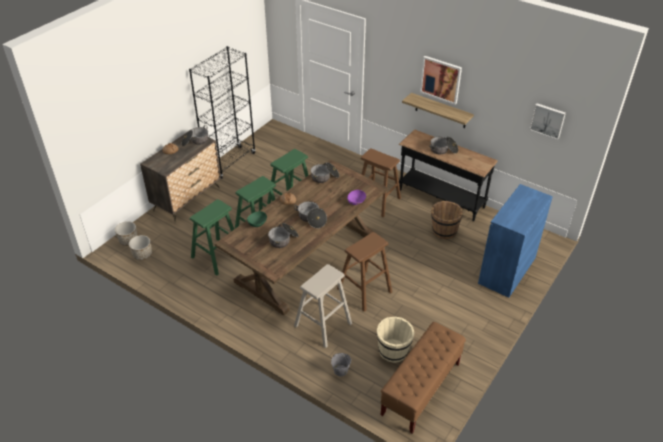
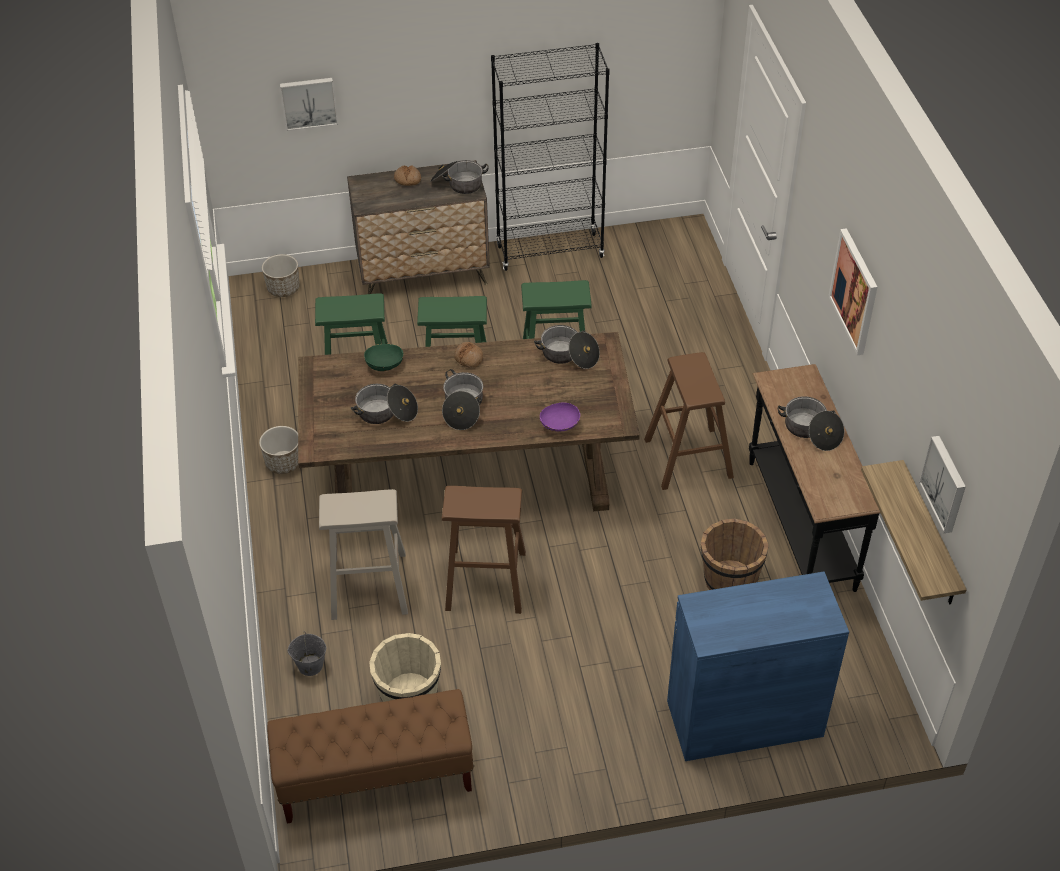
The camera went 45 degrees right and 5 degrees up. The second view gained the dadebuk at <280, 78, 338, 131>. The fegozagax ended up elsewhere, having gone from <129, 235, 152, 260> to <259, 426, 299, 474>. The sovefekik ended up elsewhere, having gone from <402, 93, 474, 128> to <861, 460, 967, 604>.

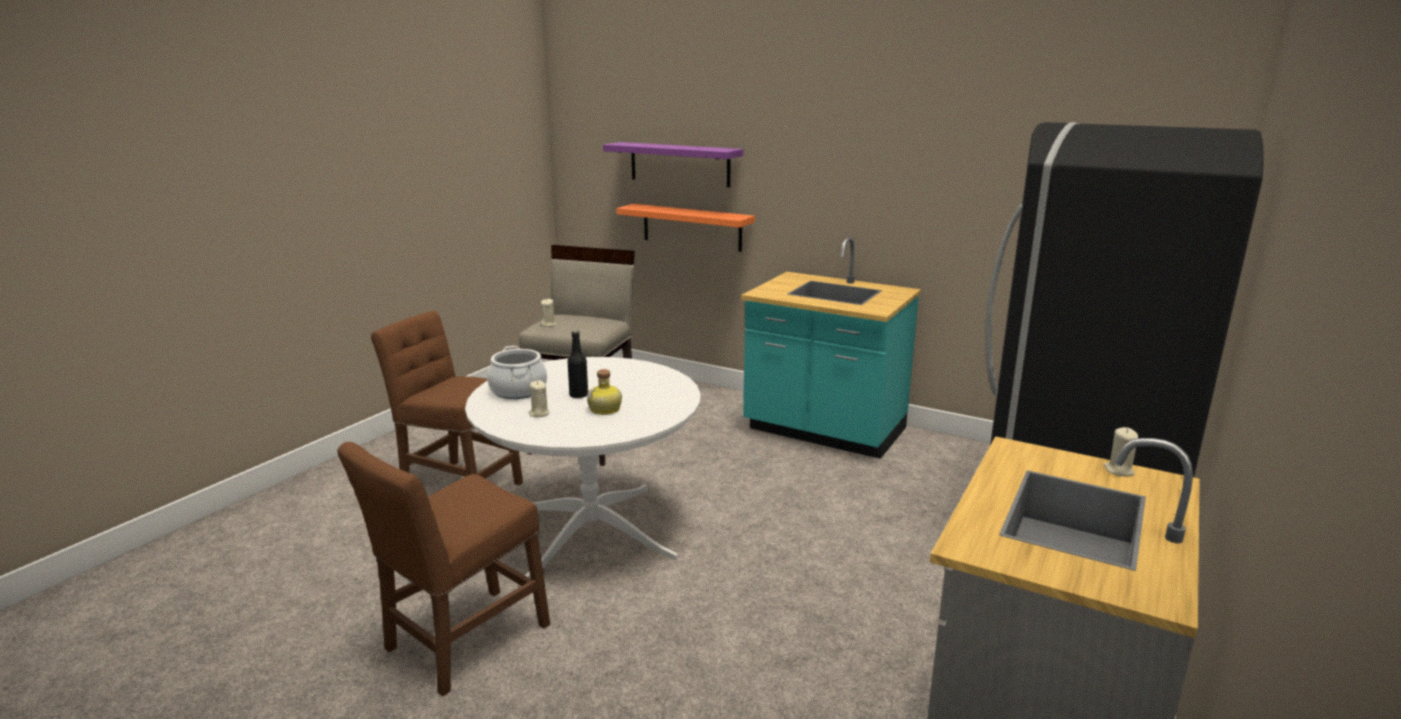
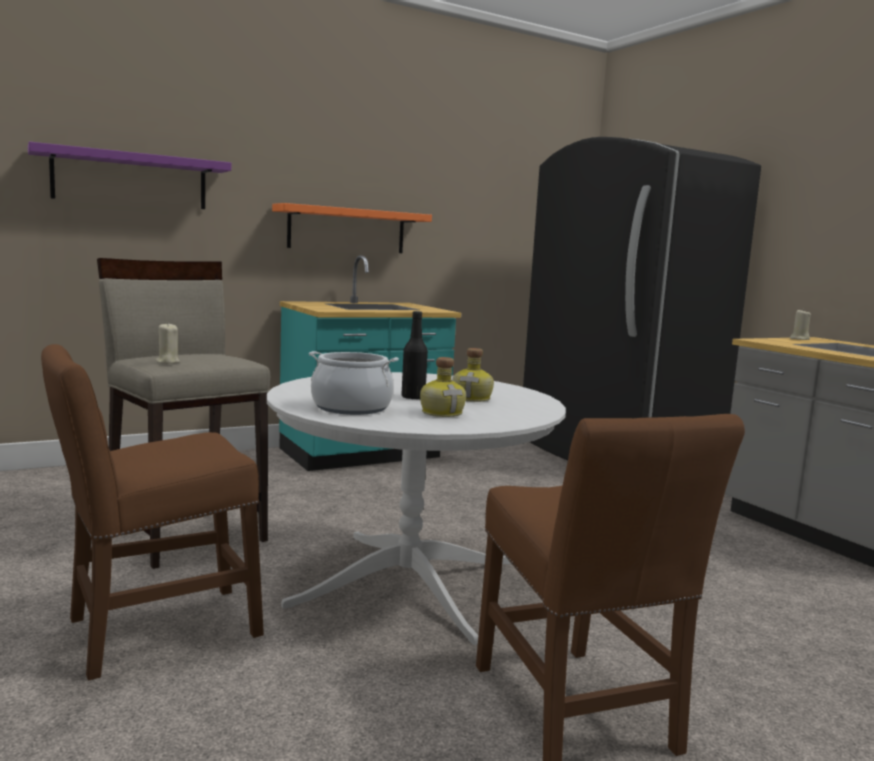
The camera went 60 degrees left and 10 degrees down. The sovefekik (orange) ended up elsewhere, having gone from <616, 204, 755, 252> to <272, 203, 432, 253>. Where the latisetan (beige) stood at <529, 380, 549, 417>, the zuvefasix came to stand at <420, 357, 466, 417>.

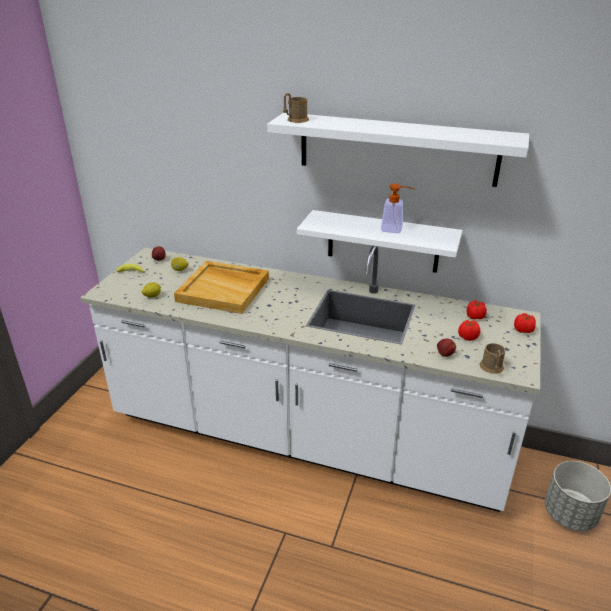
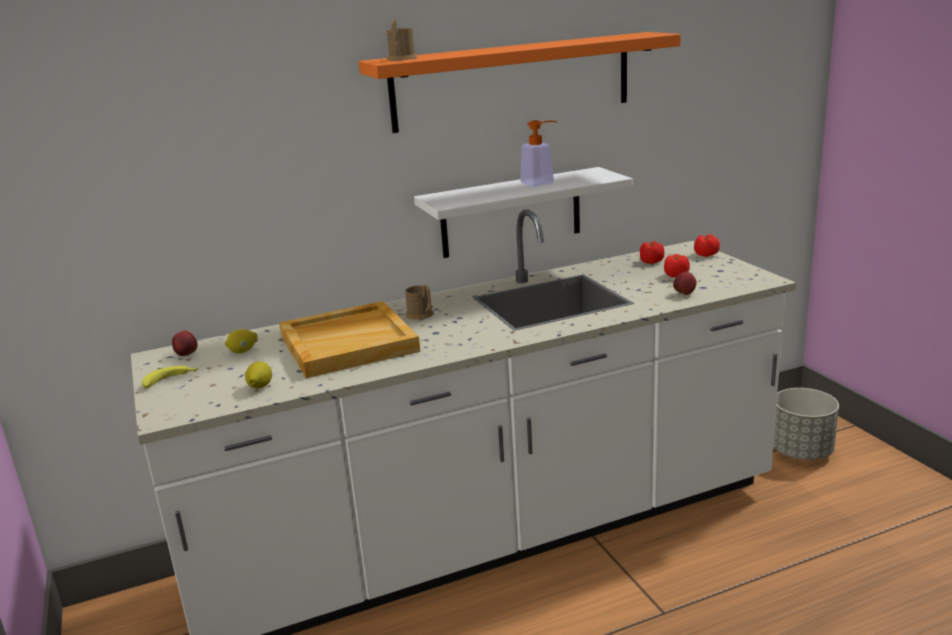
The camera went 40 degrees left and 10 degrees down. The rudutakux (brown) ended up elsewhere, having gone from <479, 343, 506, 374> to <405, 284, 434, 320>. What was the sovefekik (white) at <267, 113, 529, 187> turned into the sovefekik (orange) at <359, 32, 681, 133>.

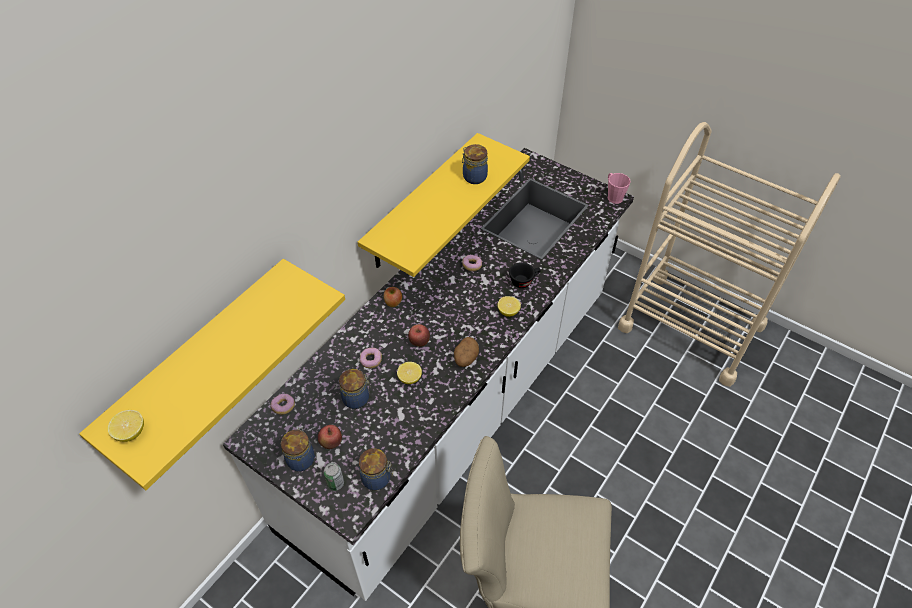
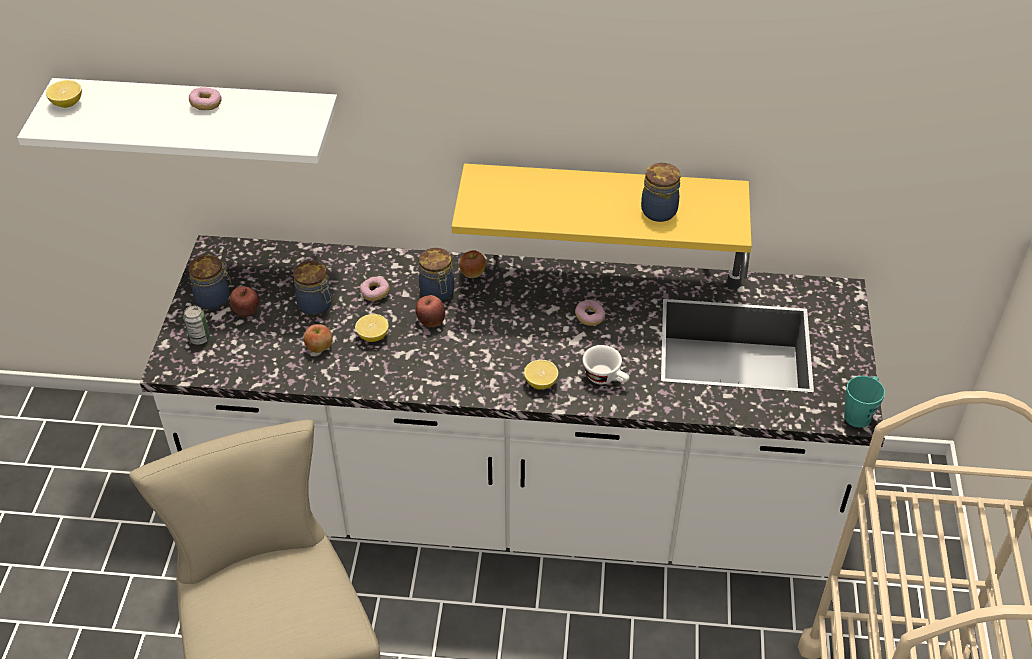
The camera went 60 degrees right and 5 degrees down. The second view lost the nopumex at <454, 337, 479, 367>. The second view gained the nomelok at <304, 324, 332, 353>. The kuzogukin ended up elsewhere, having gone from <271, 394, 295, 415> to <189, 87, 222, 110>. The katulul ended up elsewhere, having gone from <359, 448, 393, 491> to <419, 248, 454, 301>. What was the sovefekik (yellow) at <79, 259, 345, 490> turned into the sovefekik (white) at <17, 78, 338, 164>. What was the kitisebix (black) at <509, 262, 541, 288> turned into the kitisebix (white) at <583, 345, 630, 384>. What was the rudutakux (pink) at <608, 173, 631, 204> turned into the rudutakux (turquoise) at <844, 376, 885, 428>.

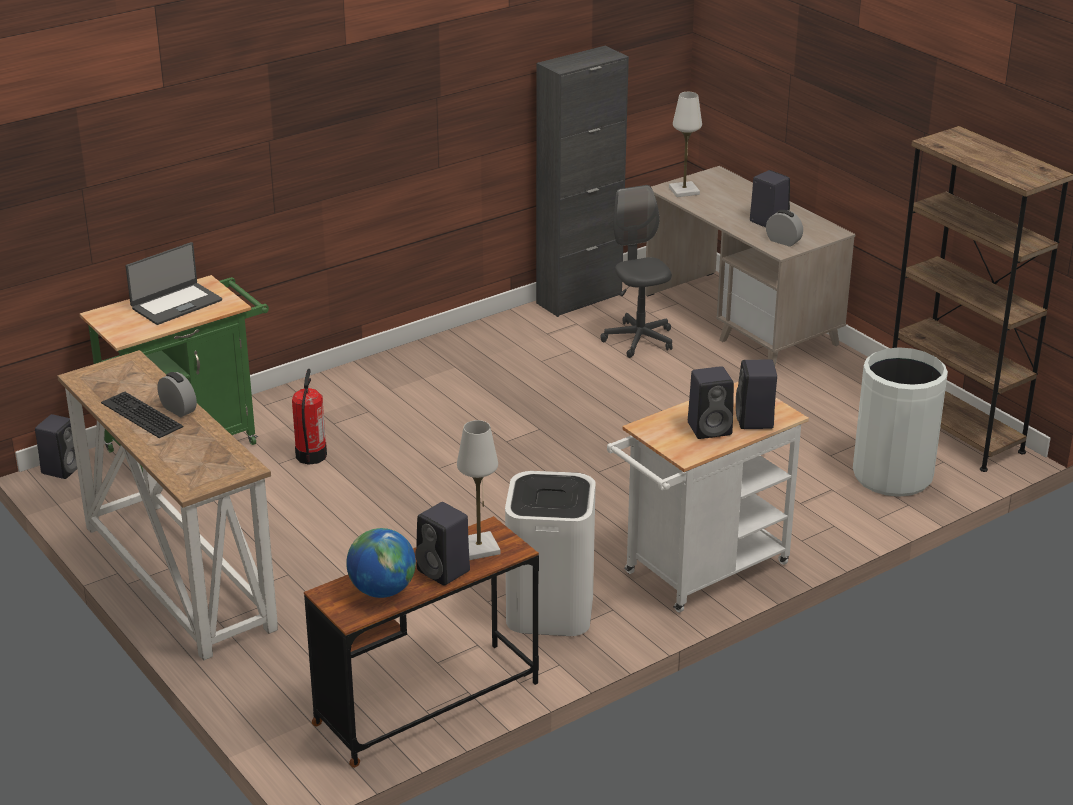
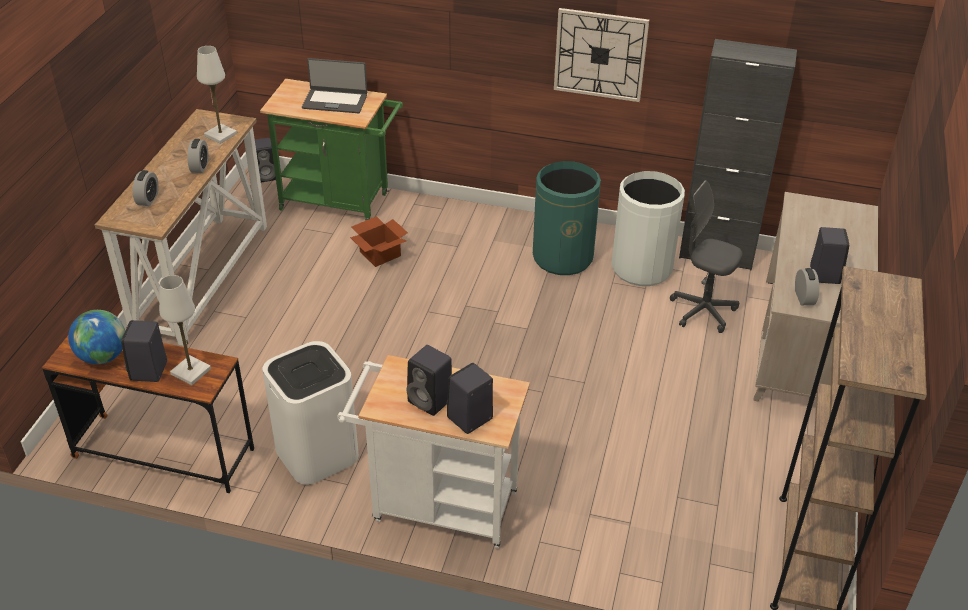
The camera went 50 degrees right and 10 degrees up. The second view lost the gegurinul at <101, 392, 183, 438>. The second view gained the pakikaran at <133, 170, 159, 206>. The second view gained the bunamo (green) at <533, 161, 601, 275>. The second view gained the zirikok at <554, 8, 649, 102>. The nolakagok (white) ended up elsewhere, having gone from <669, 92, 702, 197> to <197, 46, 237, 144>. The bunamo (white) ended up elsewhere, having gone from <853, 347, 948, 497> to <611, 171, 685, 286>. Where the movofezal stood at <292, 369, 327, 465>, the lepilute came to stand at <350, 216, 408, 267>. The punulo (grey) at <600, 185, 673, 358> ended up facing another way, 90 degrees counterclockwise from before.

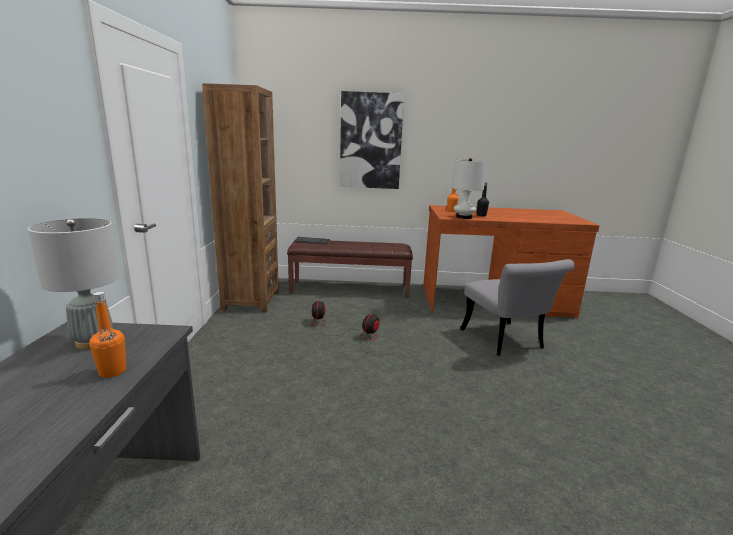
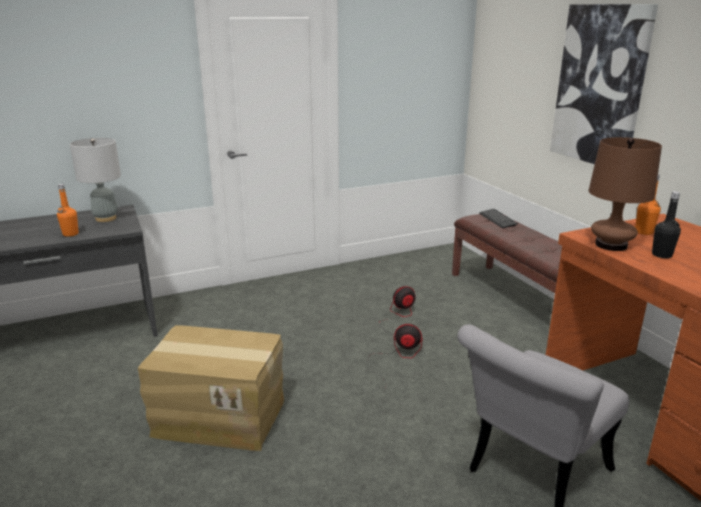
The camera went 65 degrees right and 5 degrees up. The second view lost the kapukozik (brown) at <202, 83, 279, 312>. The second view gained the lepilute at <138, 325, 284, 451>. What was the nolakagok (white) at <451, 158, 486, 219> turned into the nolakagok (brown) at <588, 137, 662, 251>.

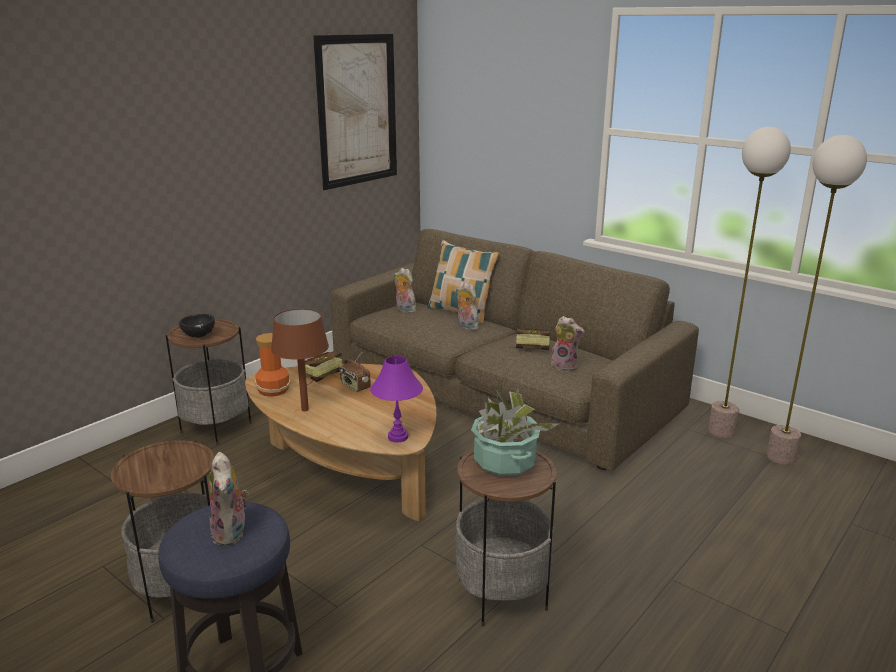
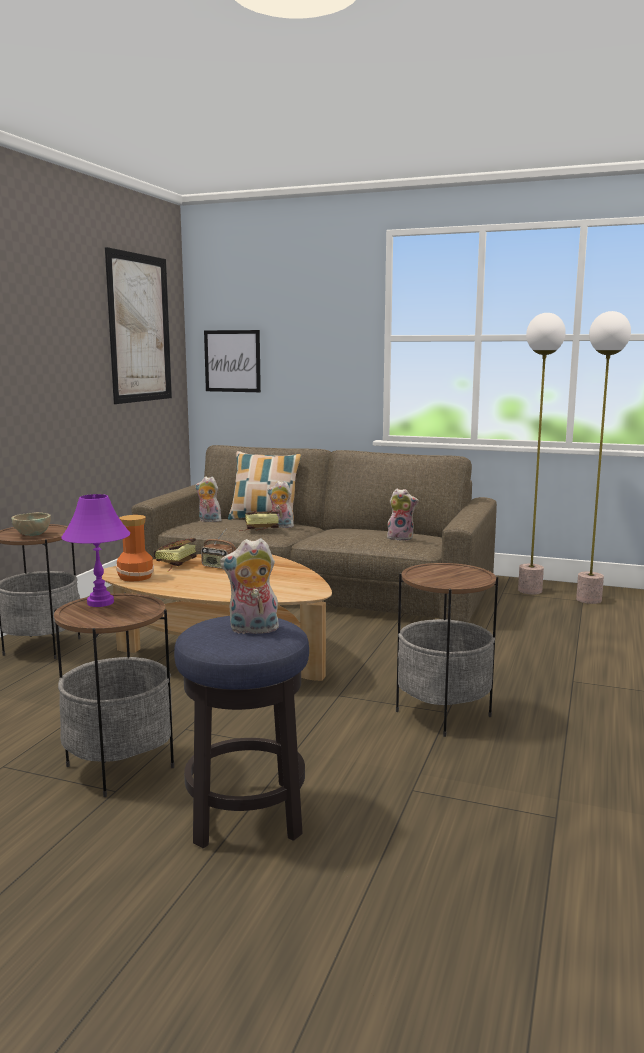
The camera went 20 degrees left and 10 degrees down. The second view lost the nolakagok (brown) at <271, 309, 329, 411>. The second view lost the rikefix at <471, 389, 560, 476>. The second view gained the dadebuk at <204, 330, 261, 392>. The nolakagok (purple) ended up elsewhere, having gone from <370, 356, 423, 443> to <61, 494, 130, 607>. The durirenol ended up elsewhere, having gone from <507, 328, 551, 350> to <238, 510, 279, 531>. What was the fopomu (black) at <179, 314, 215, 338> turned into the fopomu (beige) at <11, 512, 51, 536>. The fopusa at <209, 452, 249, 546> ended up facing another way, 120 degrees clockwise from before.

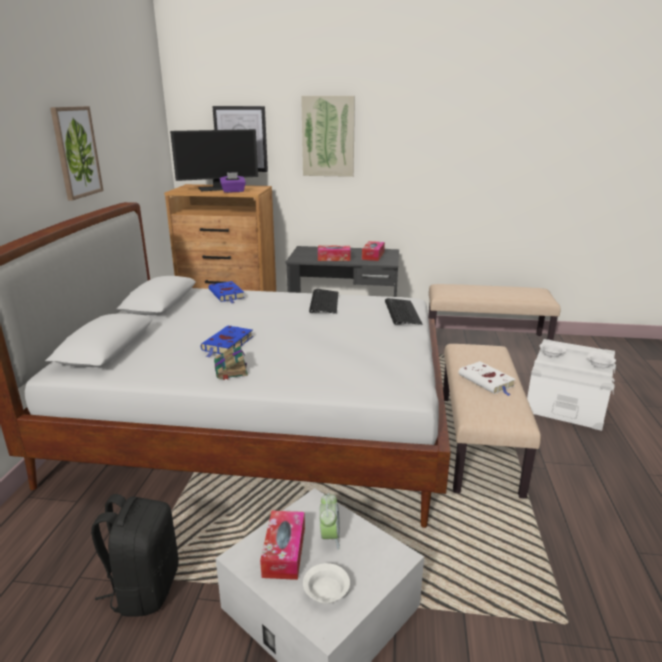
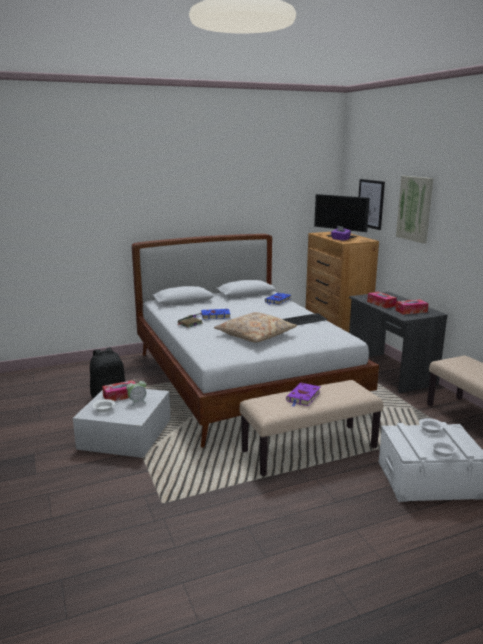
The camera went 60 degrees right and 5 degrees down. The second view lost the dadebuk at <50, 106, 103, 200>. The second view lost the gegurinul at <385, 298, 423, 325>. The second view gained the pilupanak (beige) at <214, 312, 297, 343>. What was the durirenol (white) at <458, 361, 516, 396> turned into the durirenol (purple) at <286, 383, 320, 407>.

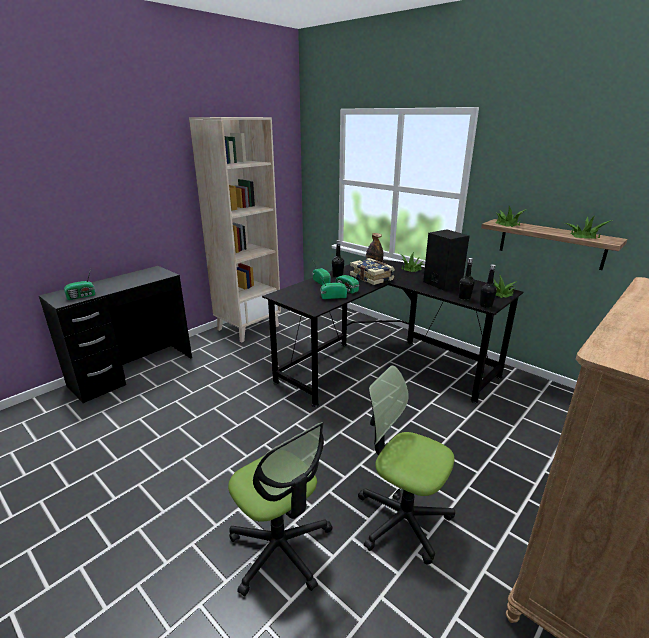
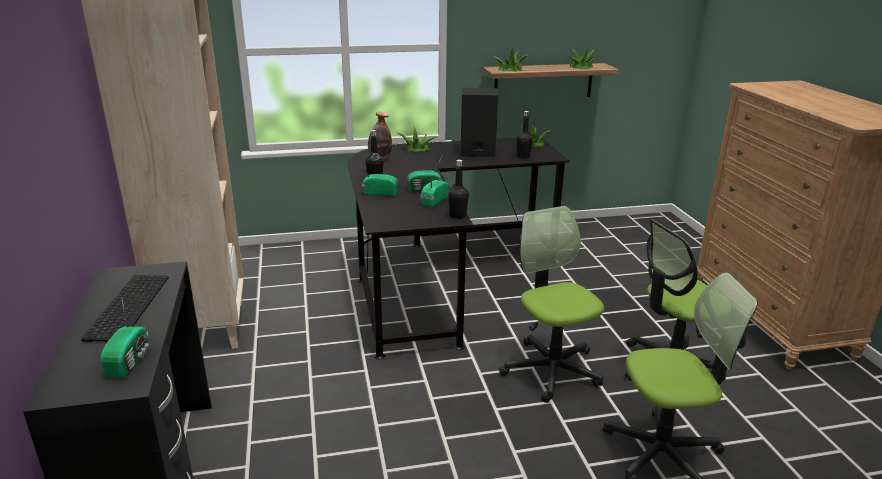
The camera went 55 degrees left and 0 degrees up. The second view lost the durirenol at <350, 258, 395, 285>. The second view gained the gegurinul at <81, 275, 169, 342>. The second view gained the punulo at <499, 206, 604, 403>. The zuvefasix (black) ended up elsewhere, having gone from <480, 264, 497, 308> to <448, 160, 469, 219>.

